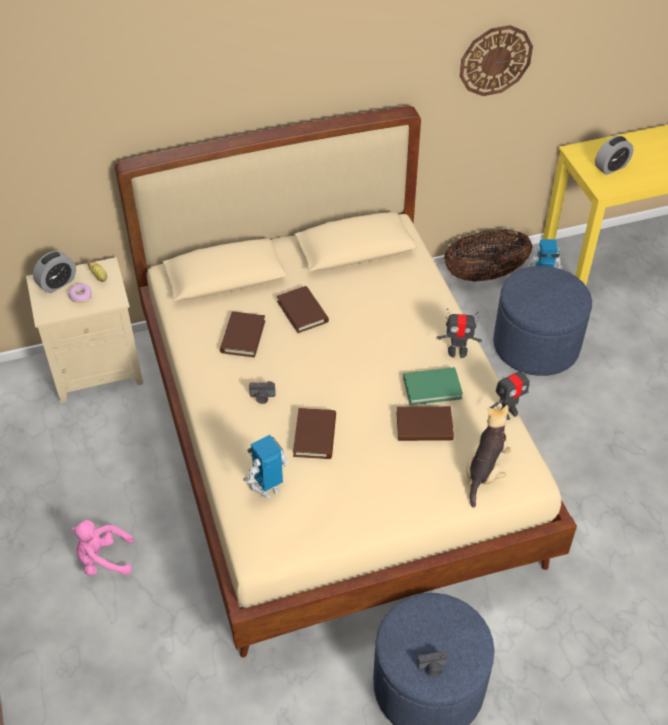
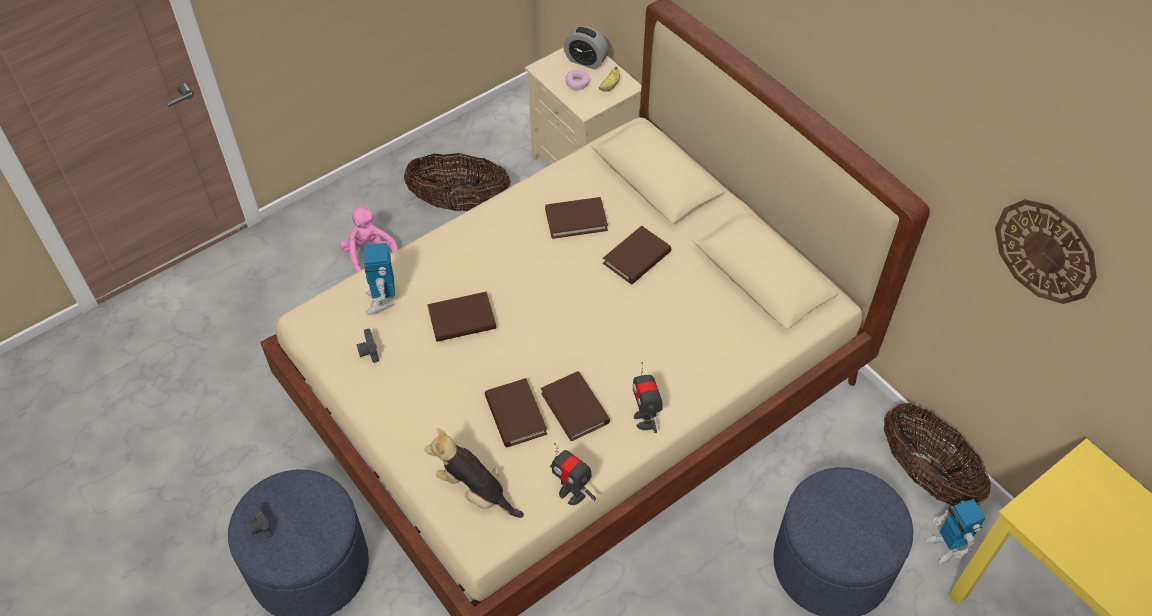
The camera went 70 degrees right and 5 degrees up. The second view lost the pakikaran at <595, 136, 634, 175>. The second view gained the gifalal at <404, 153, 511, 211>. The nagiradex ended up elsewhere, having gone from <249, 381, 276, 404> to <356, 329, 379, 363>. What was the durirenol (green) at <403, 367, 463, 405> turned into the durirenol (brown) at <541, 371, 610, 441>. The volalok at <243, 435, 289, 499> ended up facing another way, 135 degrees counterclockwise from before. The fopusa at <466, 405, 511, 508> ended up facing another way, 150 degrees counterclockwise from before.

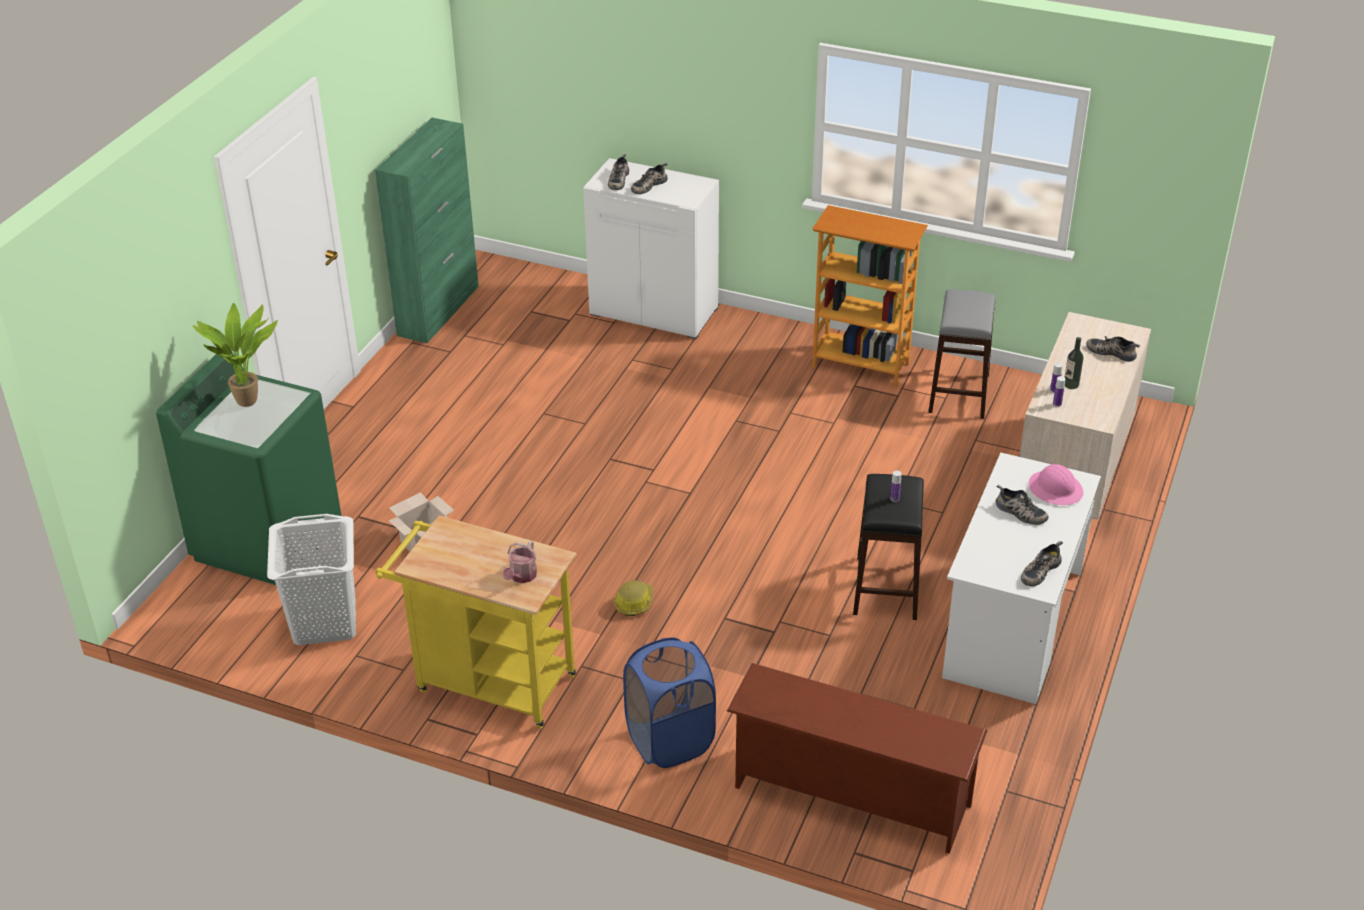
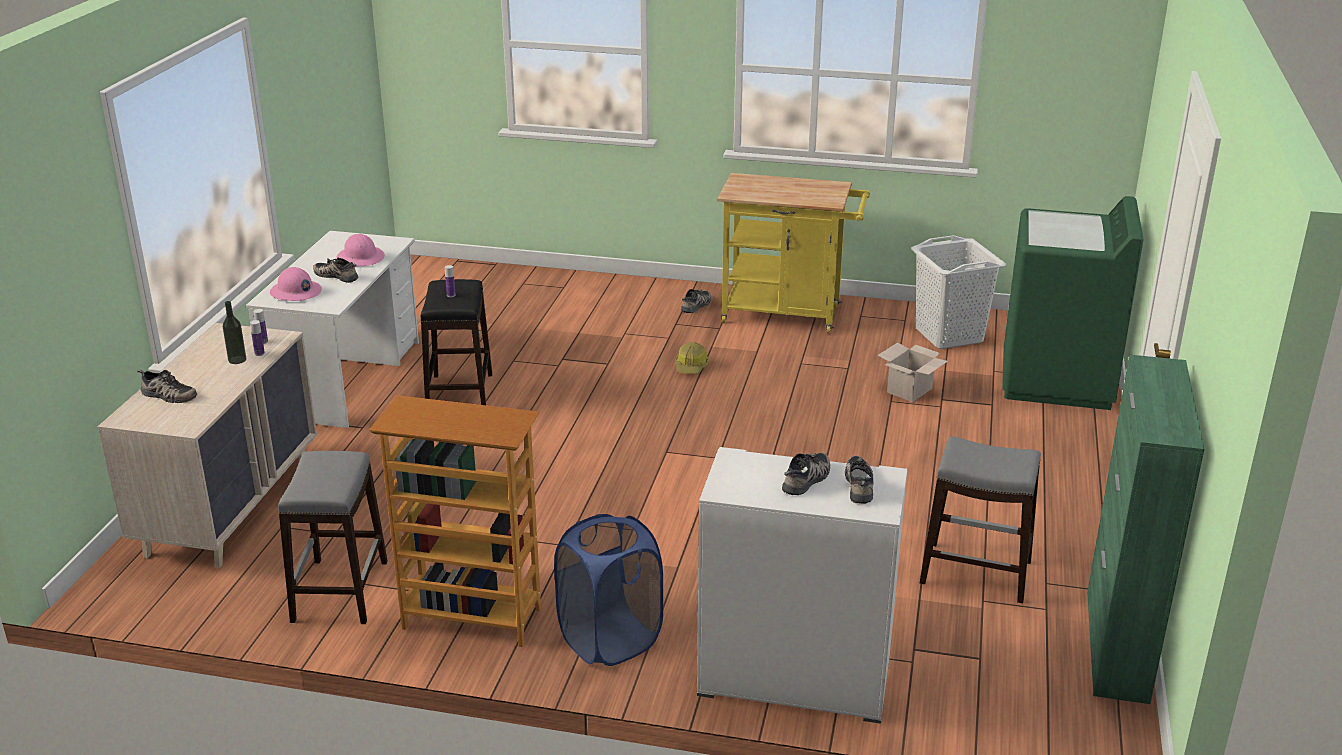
The camera went 170 degrees right and 10 degrees down. The second view lost the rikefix at <193, 303, 278, 407>. The second view lost the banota at <502, 541, 537, 583>. The second view lost the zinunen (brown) at <727, 663, 988, 854>. The second view gained the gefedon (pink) at <337, 234, 385, 266>. The second view gained the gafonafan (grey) at <920, 436, 1041, 603>. The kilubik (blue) ended up elsewhere, having gone from <623, 638, 716, 768> to <554, 514, 663, 666>. The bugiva ended up elsewhere, having gone from <1021, 541, 1063, 587> to <681, 289, 711, 313>.

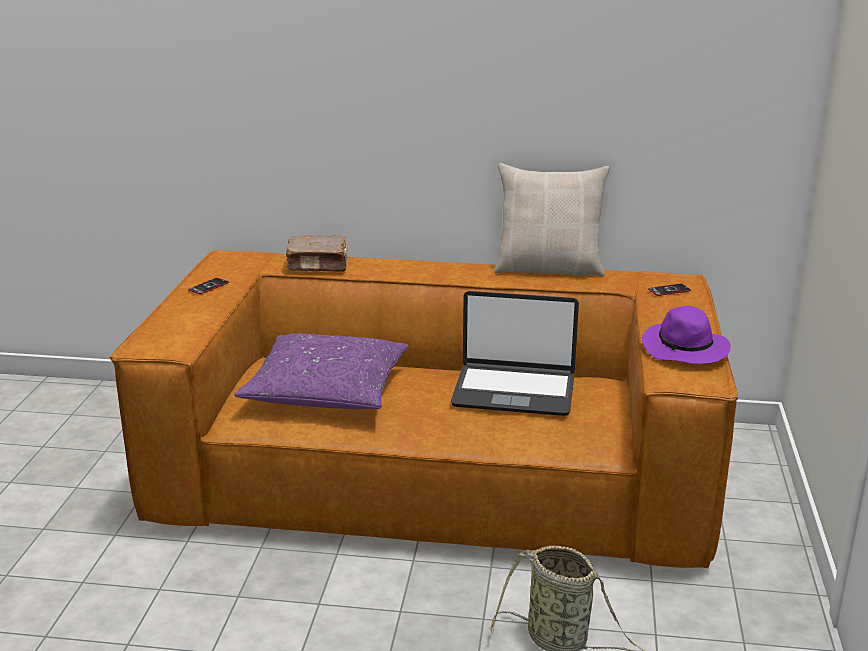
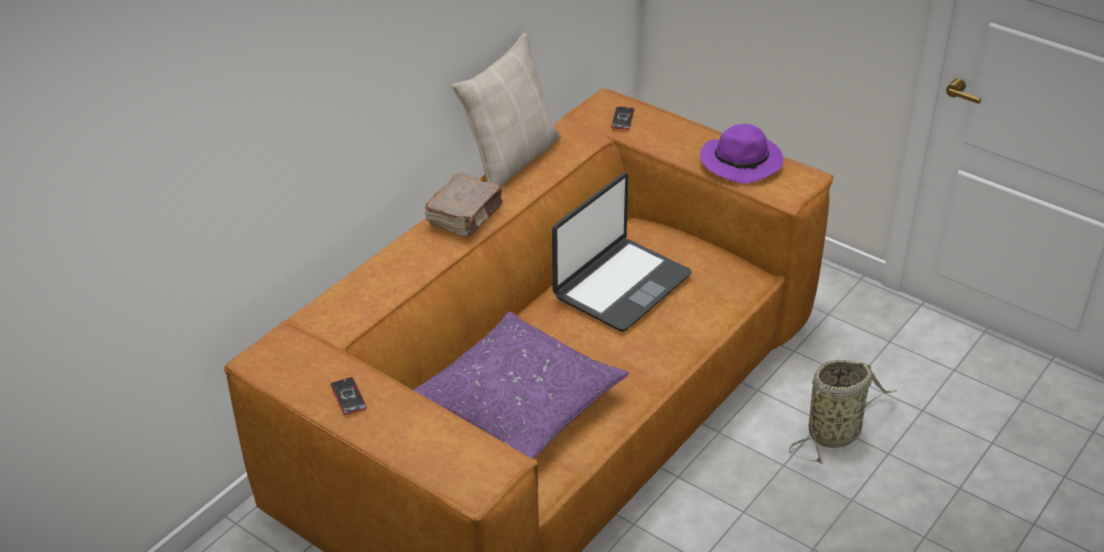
The camera went 60 degrees left and 15 degrees up. The durirenol (brown) ended up elsewhere, having gone from <286, 235, 348, 272> to <425, 173, 503, 236>.

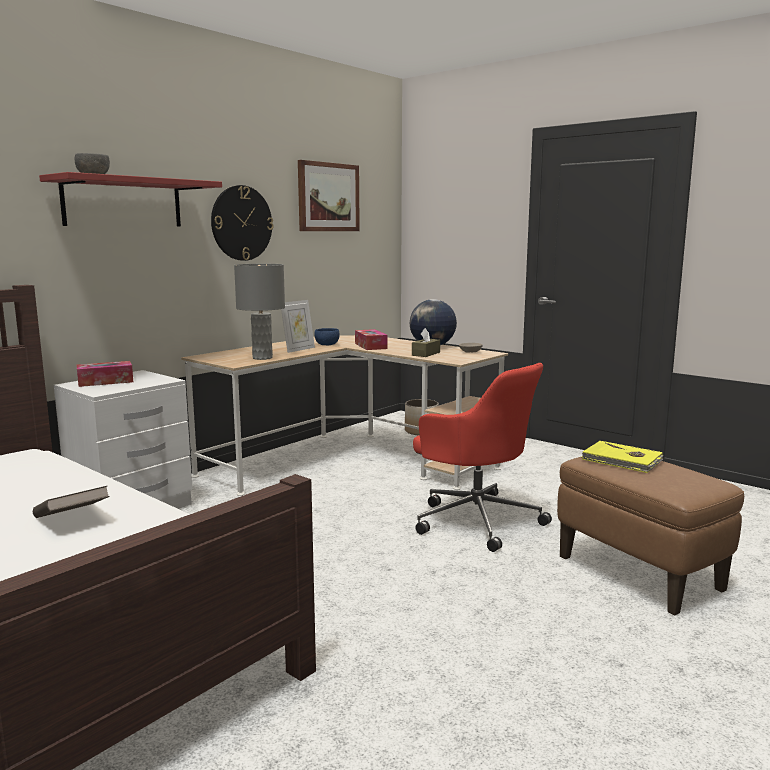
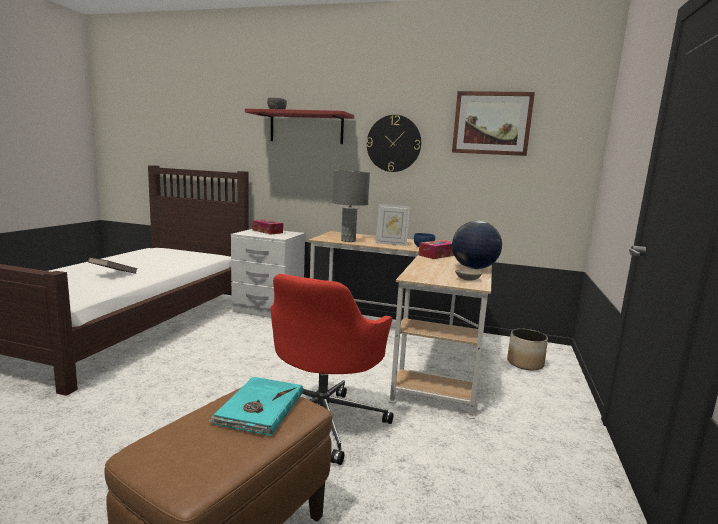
The camera went 65 degrees right and 0 degrees up. The second view lost the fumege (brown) at <412, 328, 440, 357>. What was the durirenol (yellow) at <581, 441, 664, 473> turned into the durirenol (turquoise) at <209, 377, 303, 436>.

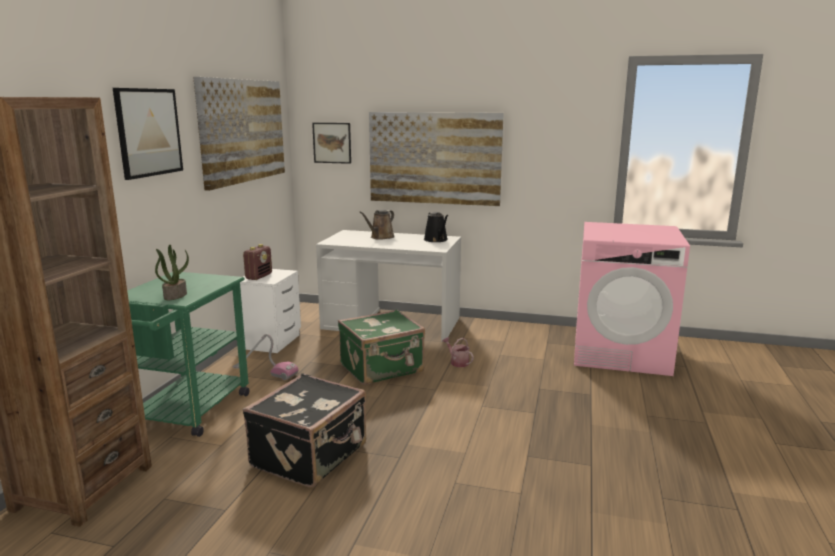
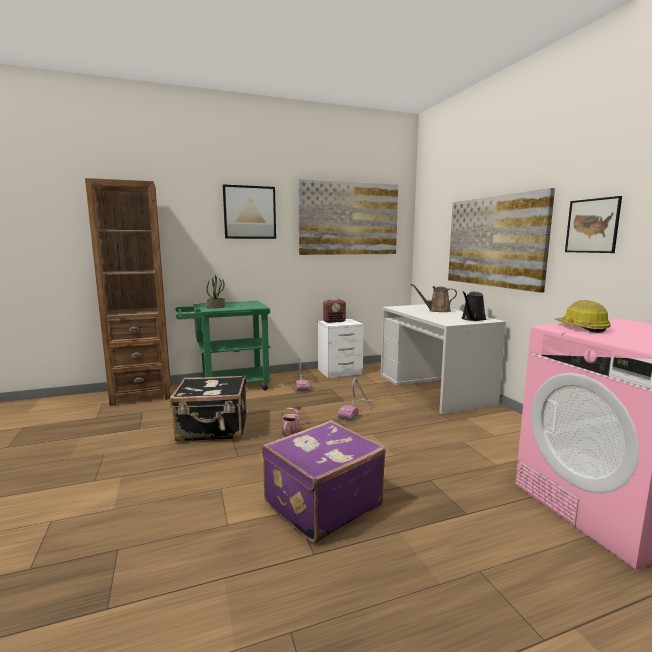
The camera went 55 degrees right and 5 degrees down. The second view gained the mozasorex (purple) at <262, 420, 386, 544>. The second view gained the gefedon at <554, 300, 611, 333>. The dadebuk ended up elsewhere, having gone from <312, 123, 351, 164> to <565, 196, 622, 253>. The banota ended up elsewhere, having gone from <442, 337, 474, 367> to <281, 405, 302, 437>. Where the mozasorex (green) stood at <338, 309, 425, 385>, the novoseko came to stand at <338, 378, 373, 421>.

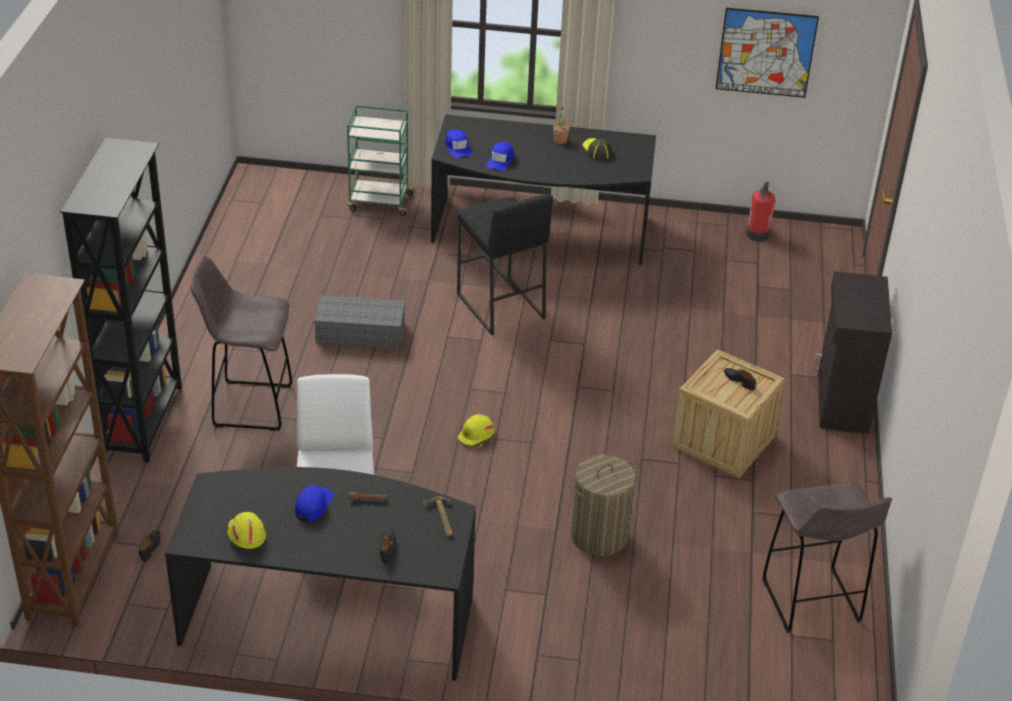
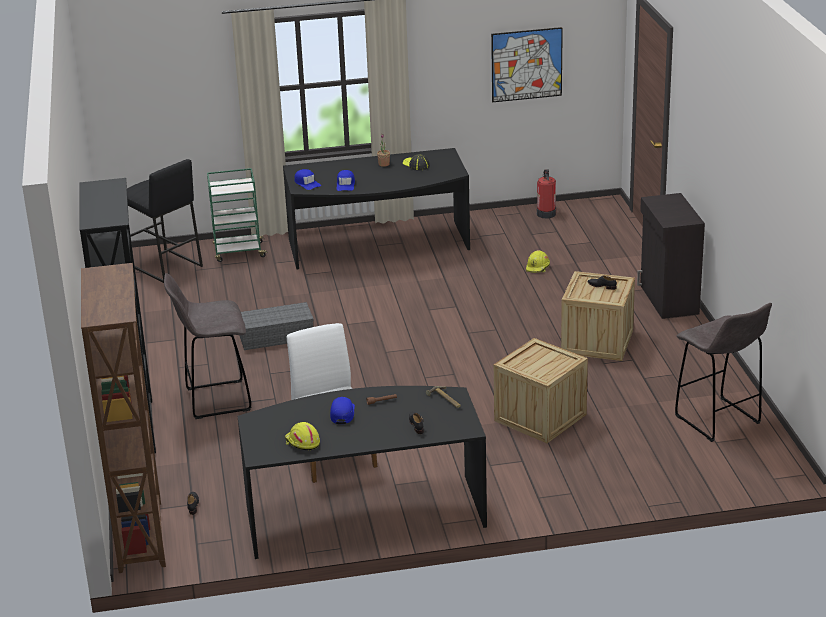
The camera went 15 degrees left and 10 degrees down. The gafonafan (black) ended up elsewhere, having gone from <457, 194, 553, 335> to <127, 159, 203, 283>. The gefedon (yellow) ended up elsewhere, having gone from <457, 414, 495, 448> to <526, 250, 550, 273>. Where the kilubik stood at <571, 455, 637, 556>, the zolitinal came to stand at <494, 338, 588, 443>.

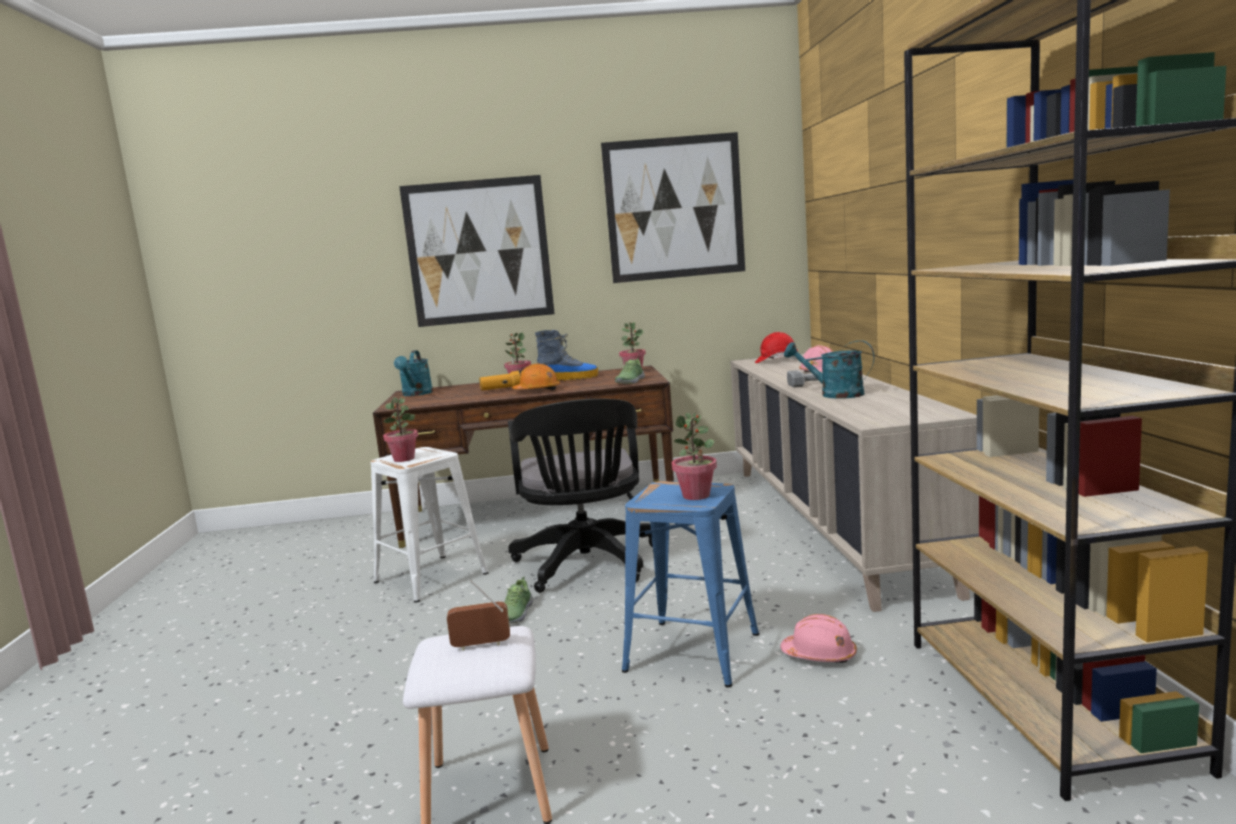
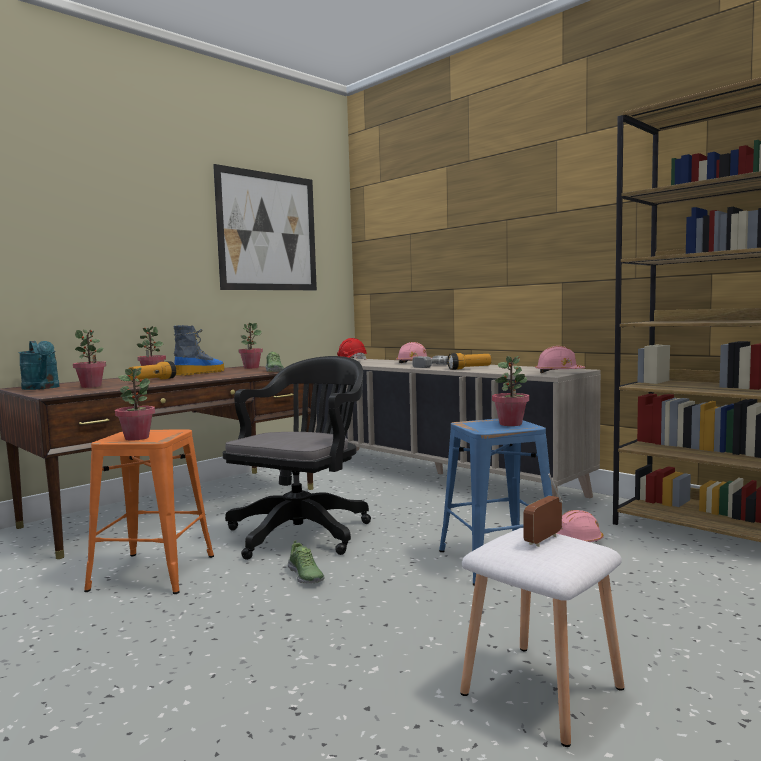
The camera went 40 degrees left and 5 degrees down. The second view lost the dadebuk at <399, 175, 555, 327>. The second view lost the gefedon (orange) at <512, 364, 560, 391>. The second view gained the rikefix at <73, 329, 106, 388>. The second view gained the gefedon (pink) at <535, 346, 585, 373>. Where the banota (turquoise) stood at <784, 340, 875, 398>, the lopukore came to stand at <448, 353, 491, 370>. What was the gafonafan (white) at <370, 447, 488, 603> turned into the gafonafan (orange) at <84, 429, 214, 594>. The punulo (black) at <508, 398, 653, 593> ended up facing another way, 105 degrees counterclockwise from before.

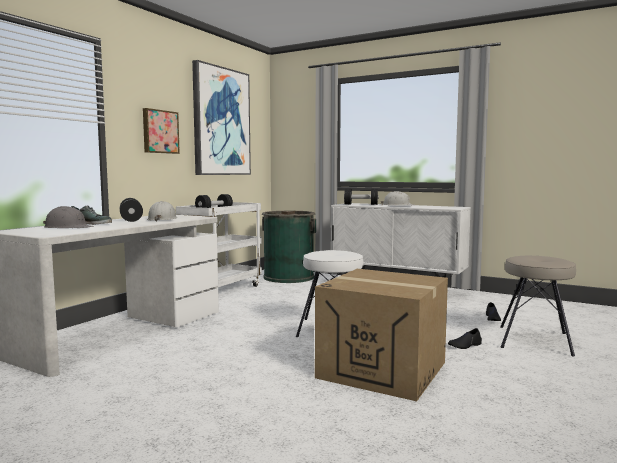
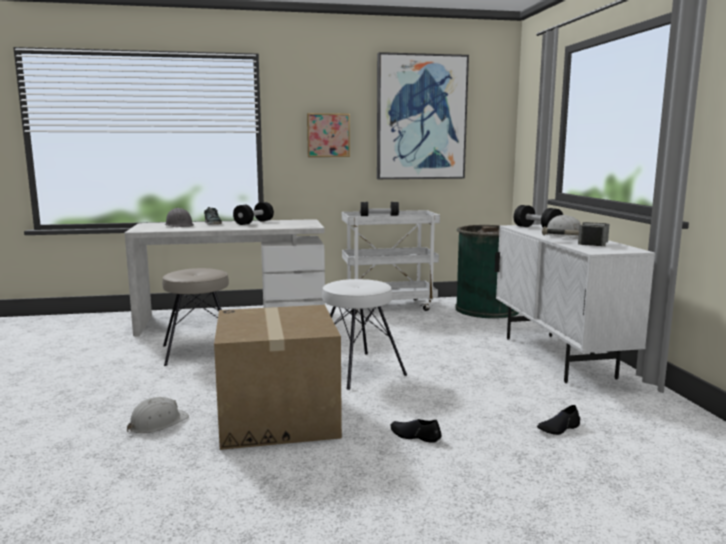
The camera went 50 degrees right and 5 degrees up. The second view gained the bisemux at <542, 222, 610, 246>. The gefedon (white) ended up elsewhere, having gone from <147, 201, 177, 222> to <127, 397, 189, 433>. The gafonafan (beige) ended up elsewhere, having gone from <500, 256, 576, 356> to <162, 268, 229, 366>.

